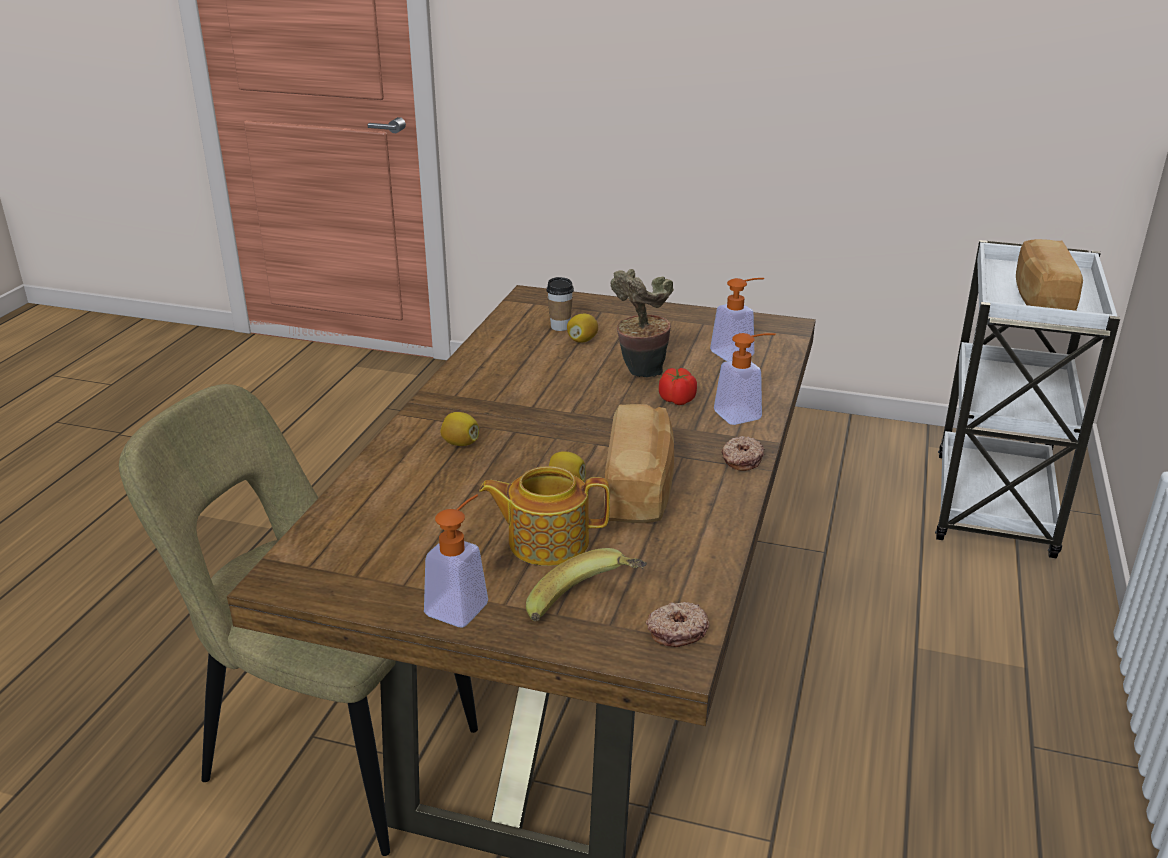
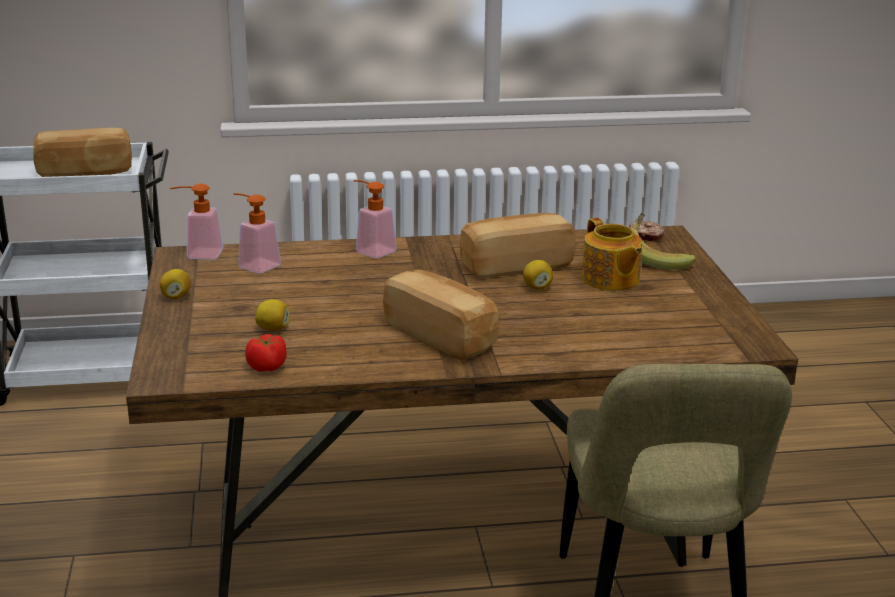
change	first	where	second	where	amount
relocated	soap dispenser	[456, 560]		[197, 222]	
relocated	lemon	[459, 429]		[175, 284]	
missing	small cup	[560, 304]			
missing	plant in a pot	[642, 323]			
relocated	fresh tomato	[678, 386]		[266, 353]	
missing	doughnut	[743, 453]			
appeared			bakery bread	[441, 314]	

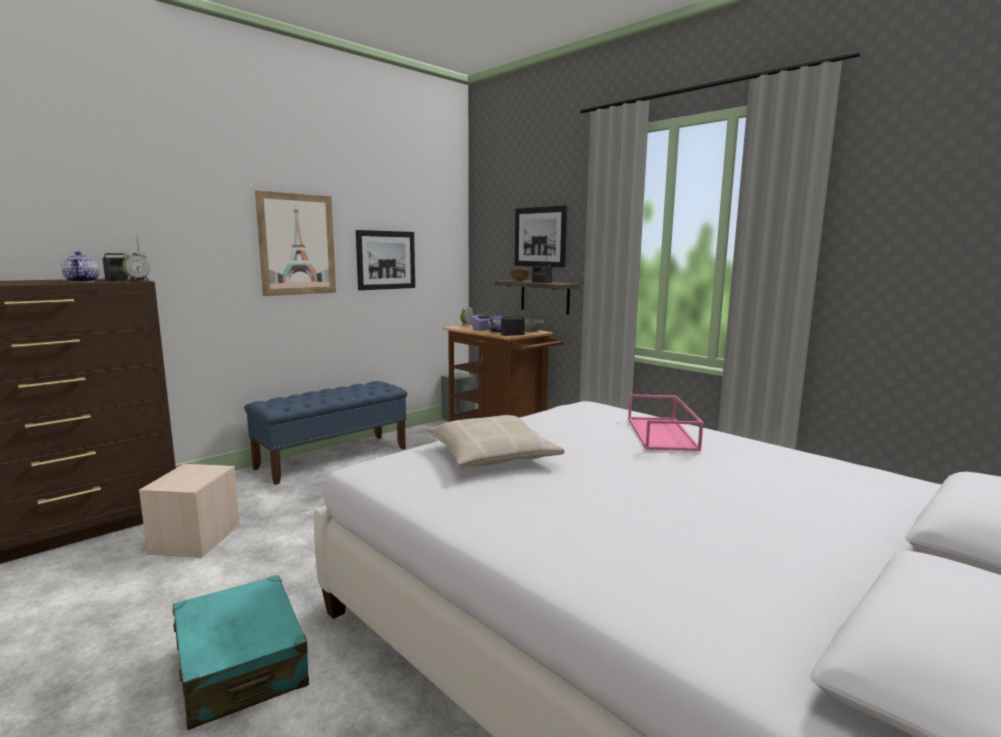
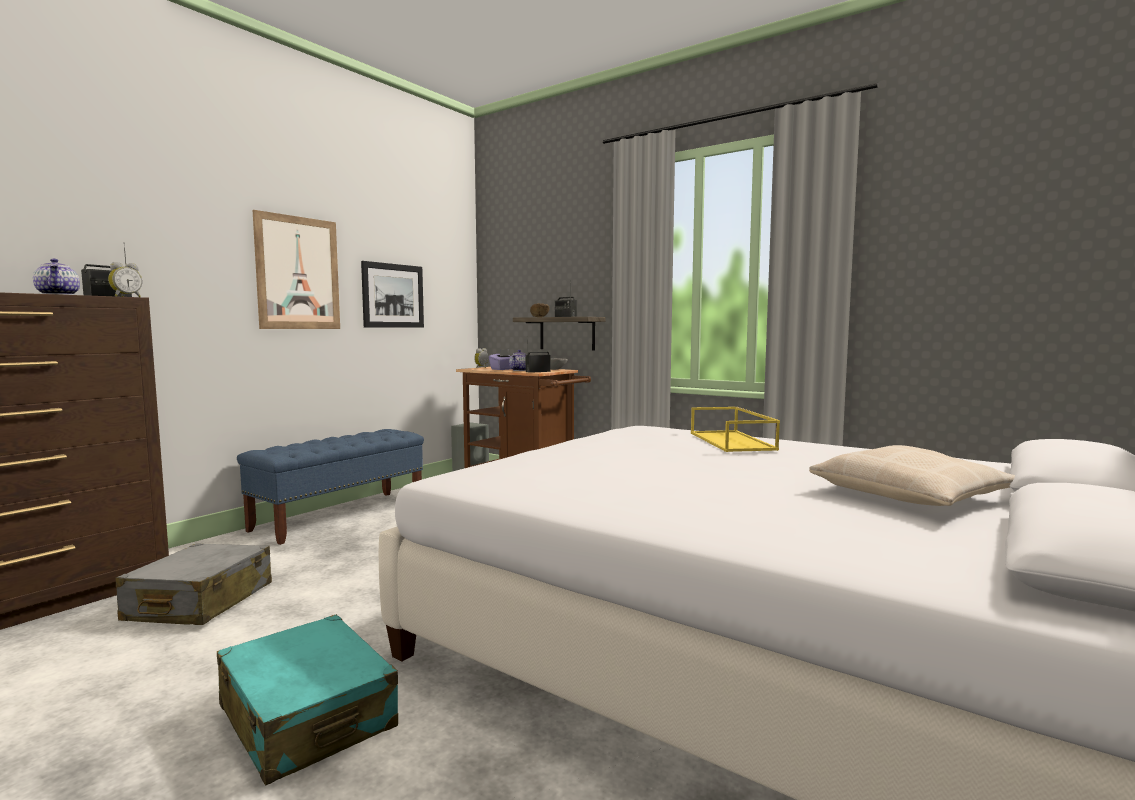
change	first	where	second	where	amount
exchanged	beige storage box	[189, 511]	grey piece of luggage	[193, 584]	
relocated	beige cushion	[496, 441]		[912, 475]	
missing	wall picture	[541, 236]			
colour	pinkish serving tray	[666, 422]	yellowish serving tray	[735, 429]	

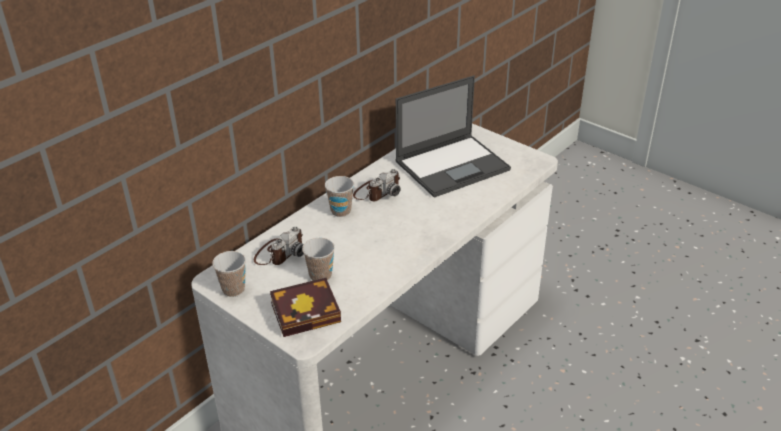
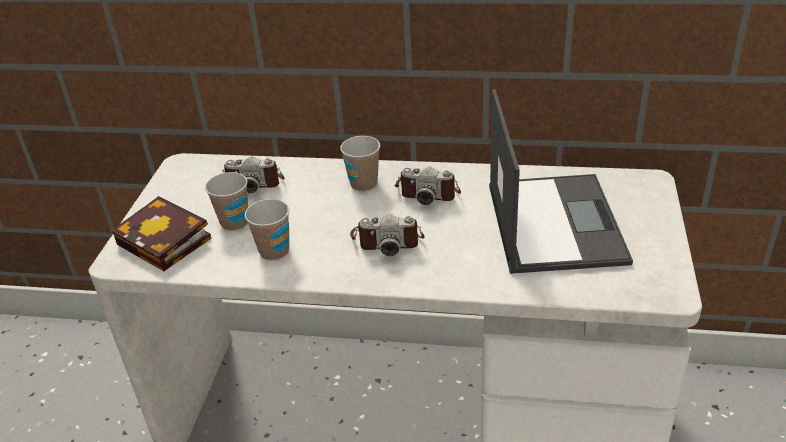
change	first	where	second	where	amount
relocated	small cup	[229, 274]		[267, 230]	
spun	laptop	[453, 137]		[561, 181]	120 degrees counterclockwise
appeared			photo camera	[387, 235]	

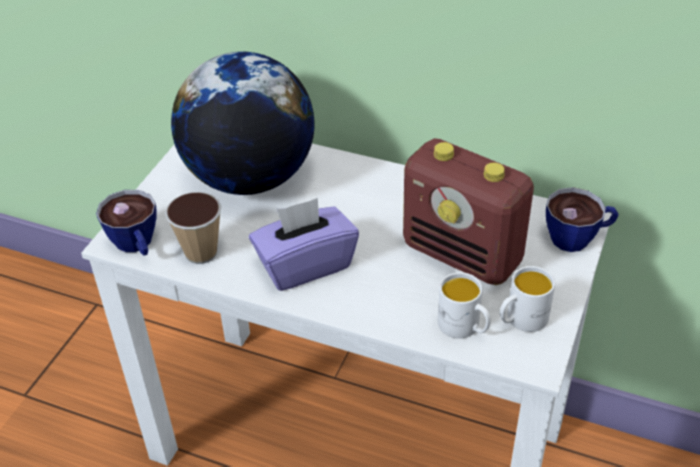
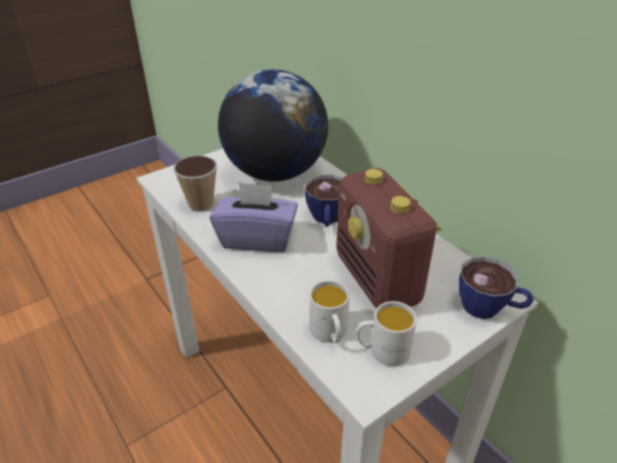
change	first	where	second	where	amount
relocated	small cup	[126, 223]		[323, 201]	

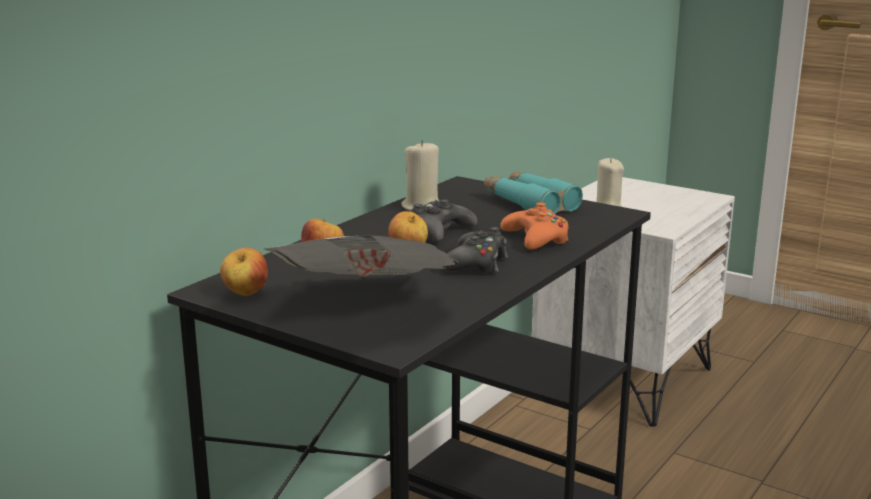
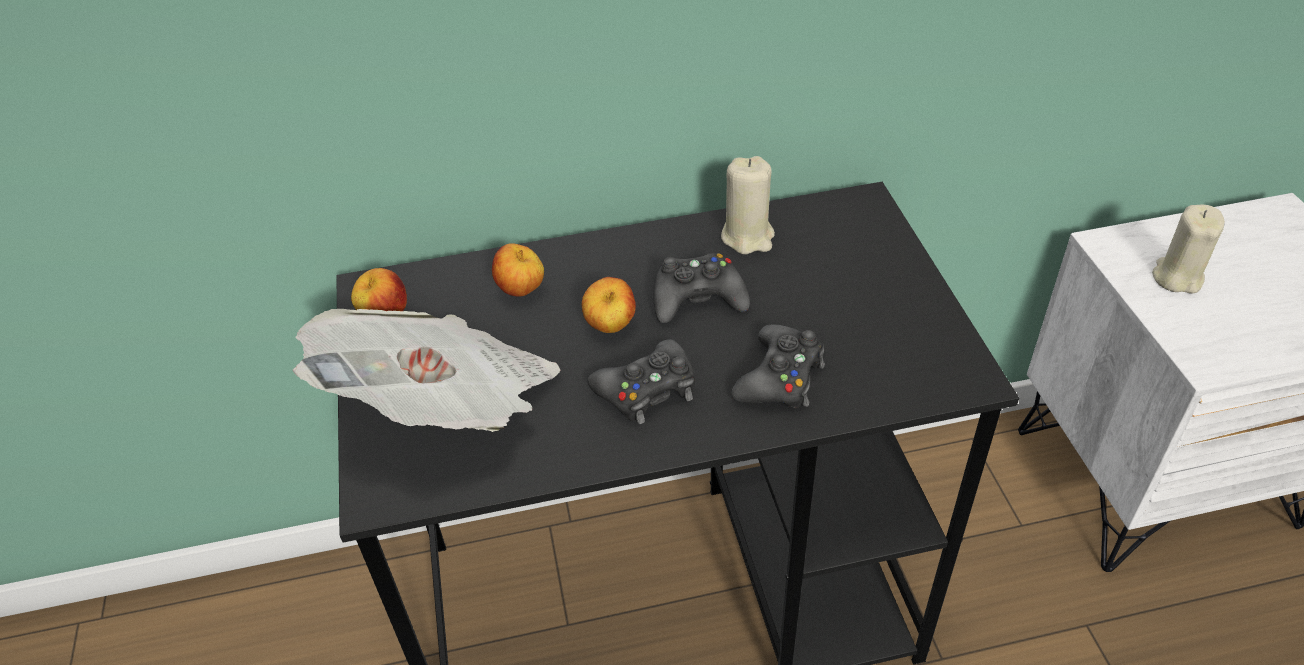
change	first	where	second	where	amount
missing	turquoise pair of binoculars	[533, 192]			
colour	orange joypad	[534, 226]	blackish joypad	[778, 366]	

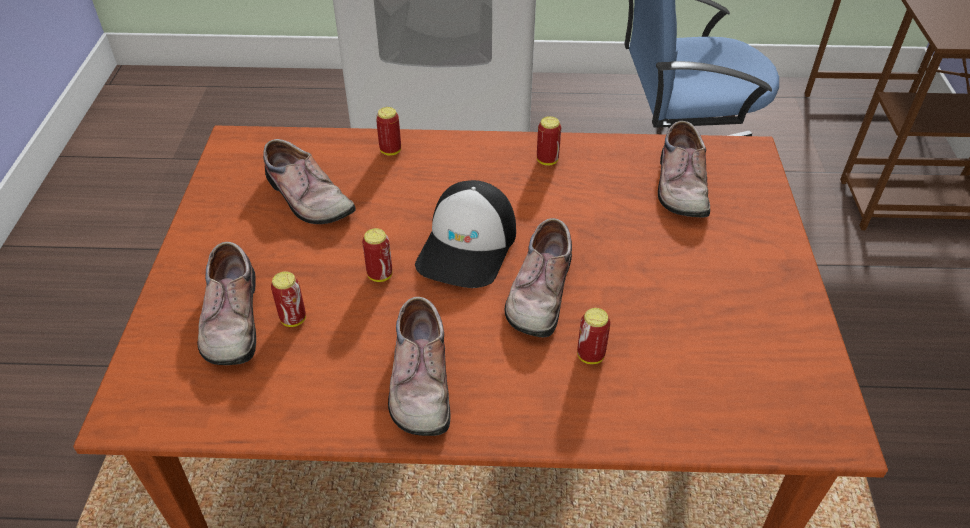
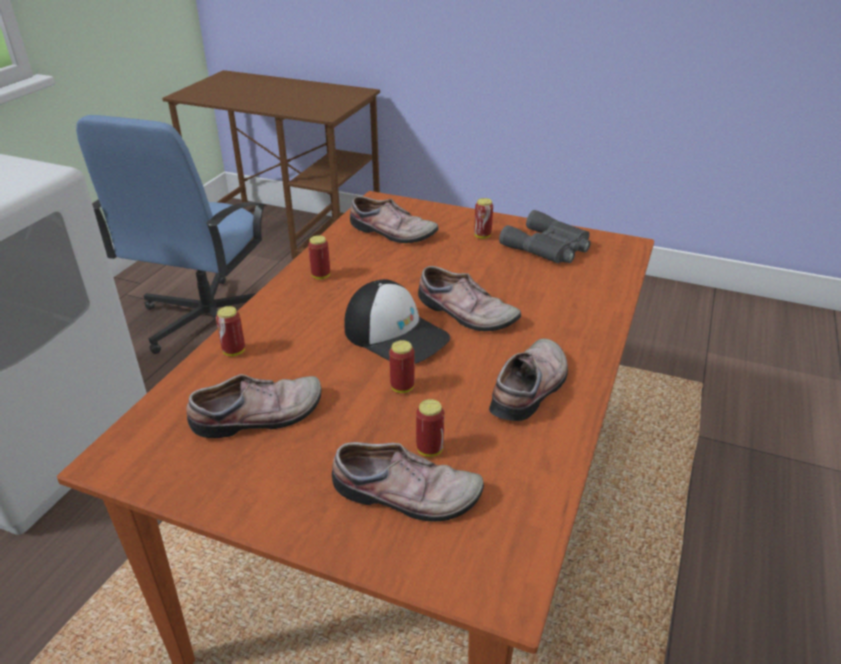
change	first	where	second	where	amount
spun	low shoe	[419, 366]		[528, 379]	75 degrees counterclockwise
relocated	metal can	[594, 336]		[483, 218]	
appeared			grey pair of binoculars	[545, 236]	

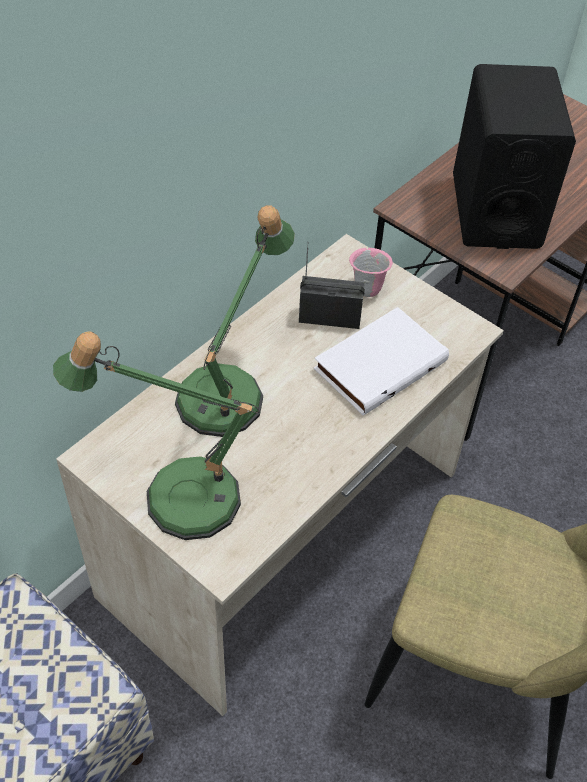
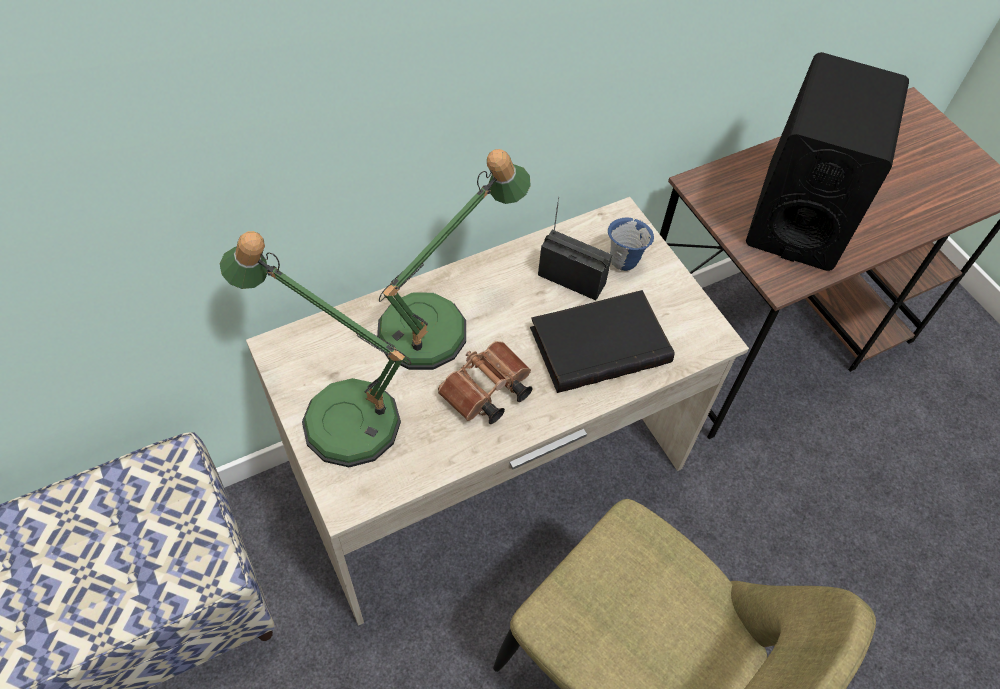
change	first	where	second	where	amount
colour	white-coloured book	[381, 361]	blackish book	[602, 341]	
colour	pinkish tea mug	[371, 272]	bluish tea mug	[631, 244]	
appeared			brown-coloured pair of binoculars	[485, 382]	

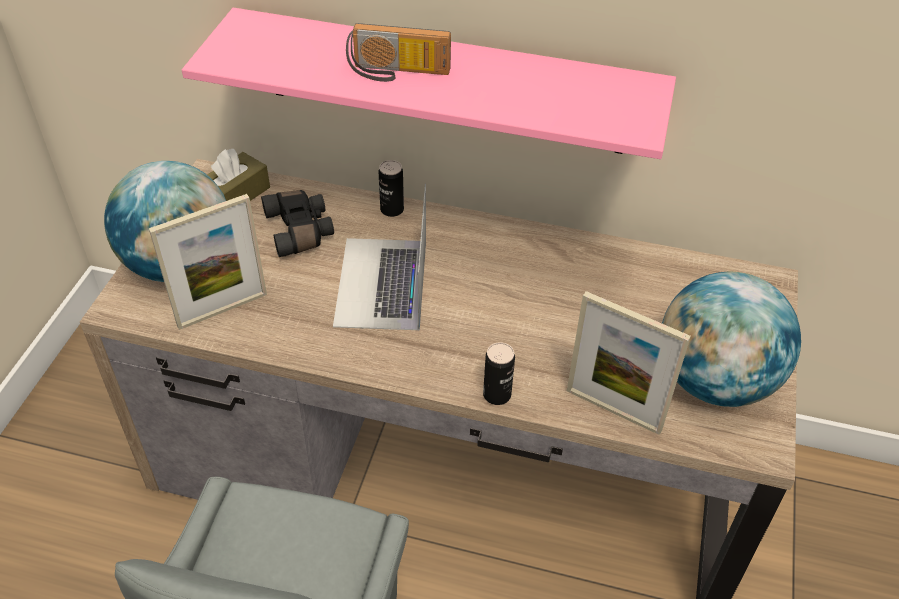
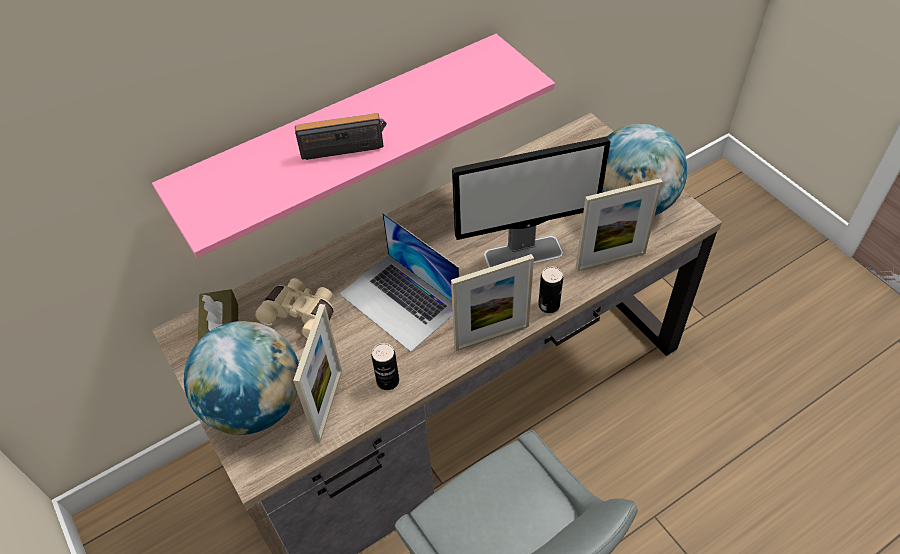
change	first	where	second	where	amount
colour	blackish pair of binoculars	[297, 223]	beige pair of binoculars	[294, 308]	
spun	radio set	[398, 52]		[341, 136]	150 degrees counterclockwise
relocated	metal can	[391, 188]		[385, 366]	
appeared			picture frame	[492, 302]	
appeared			monitor	[531, 202]	

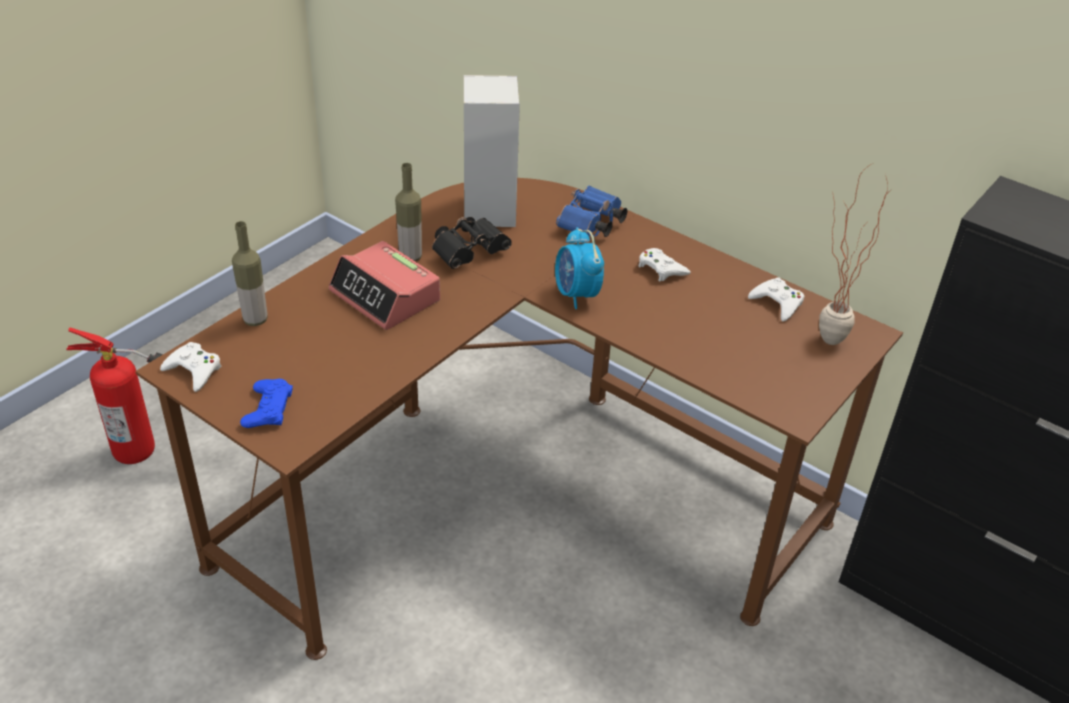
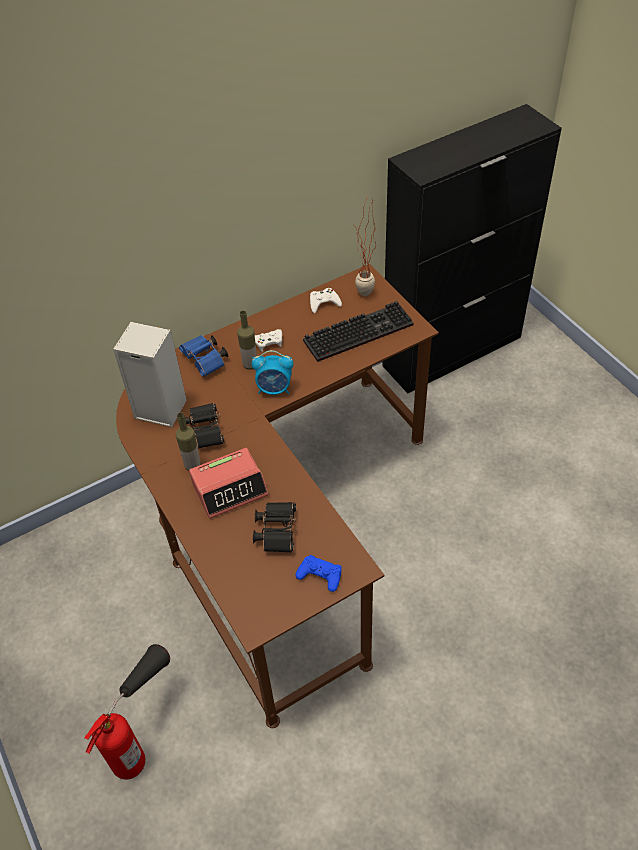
change	first	where	second	where	amount
missing	white-coloured joypad	[190, 367]			
relocated	drink bottle	[250, 273]		[247, 340]	
appeared			blackish pair of binoculars	[274, 527]	
appeared			PC keyboard	[358, 331]	

